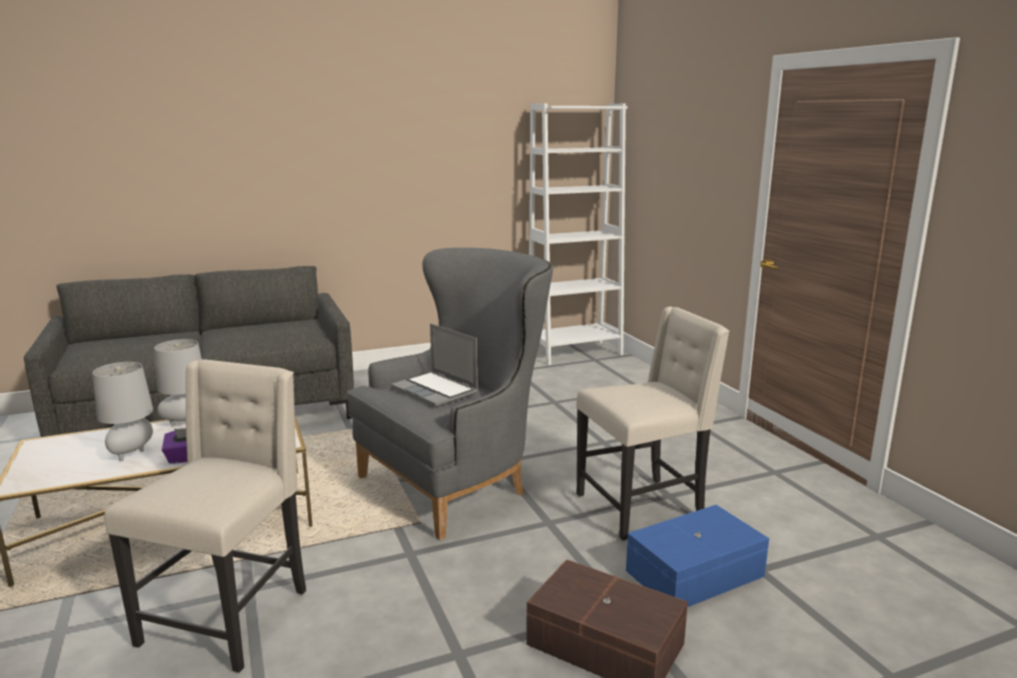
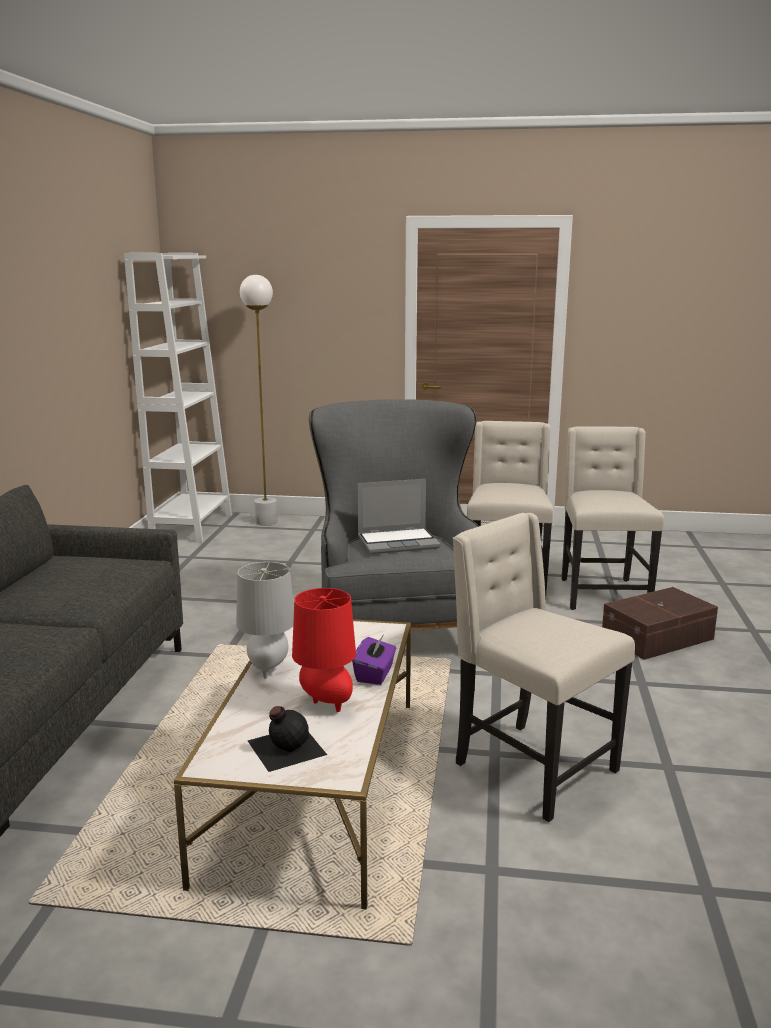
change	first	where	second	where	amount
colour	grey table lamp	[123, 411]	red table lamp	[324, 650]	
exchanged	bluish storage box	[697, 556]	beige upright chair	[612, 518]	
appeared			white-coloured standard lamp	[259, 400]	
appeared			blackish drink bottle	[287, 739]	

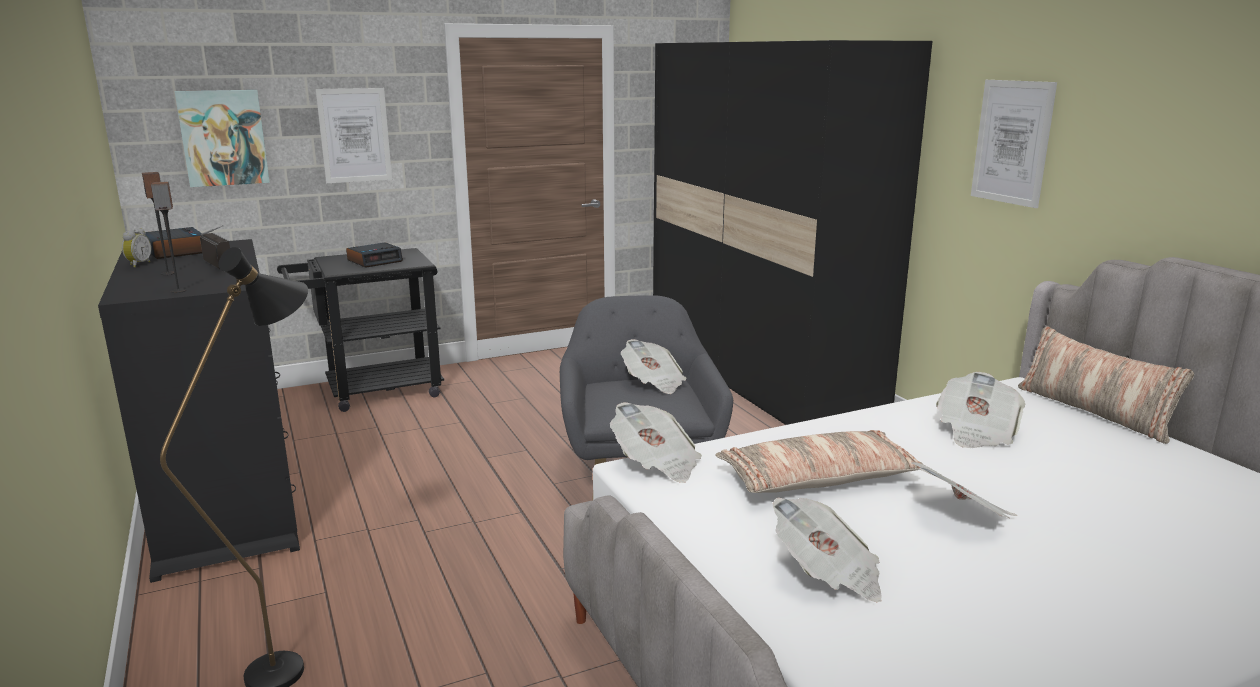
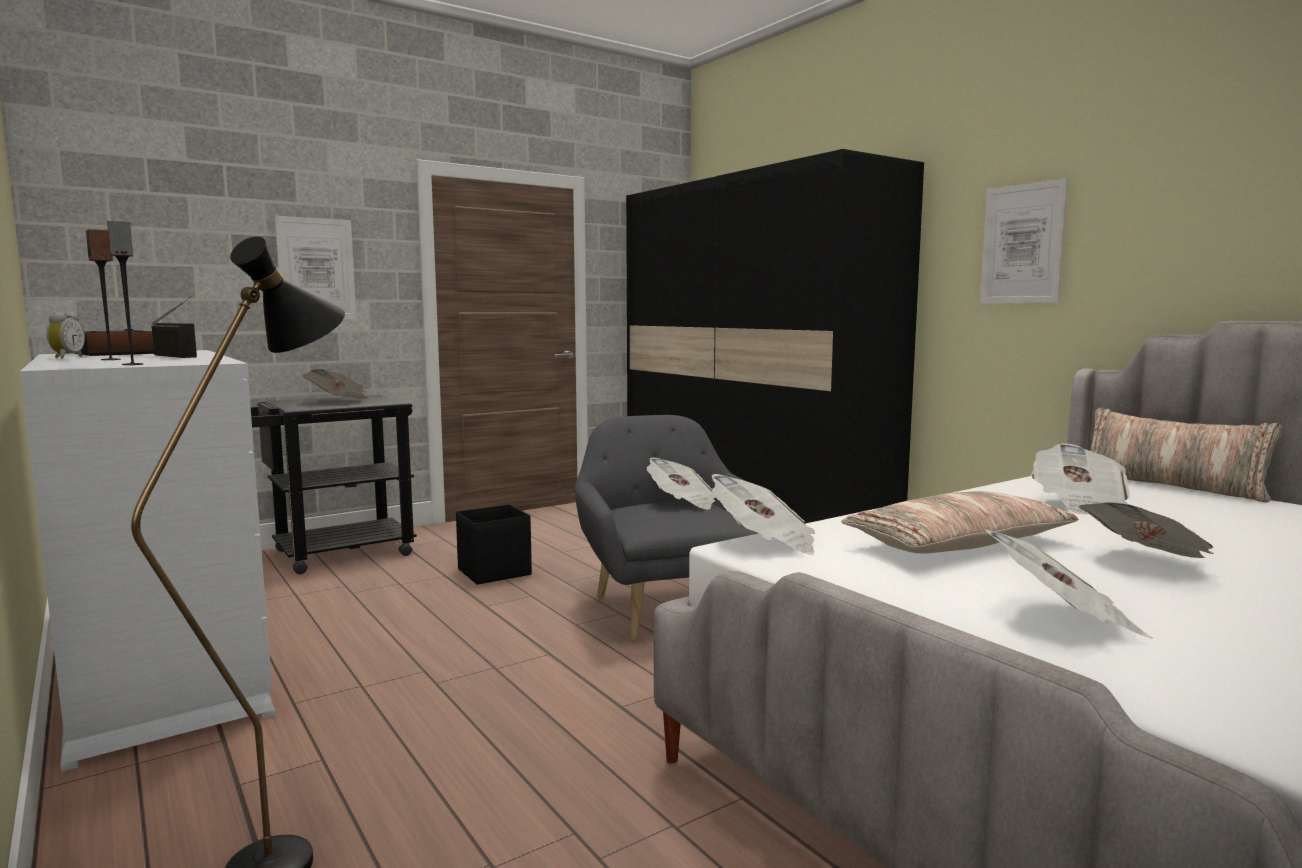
change	first	where	second	where	amount
colour	blackish drawer chest	[199, 411]	white-coloured drawer chest	[147, 561]	
missing	wall picture	[222, 138]			
exchanged	alarm clock	[374, 255]	newspaper	[335, 384]	
appeared			blackish storage box	[494, 544]	

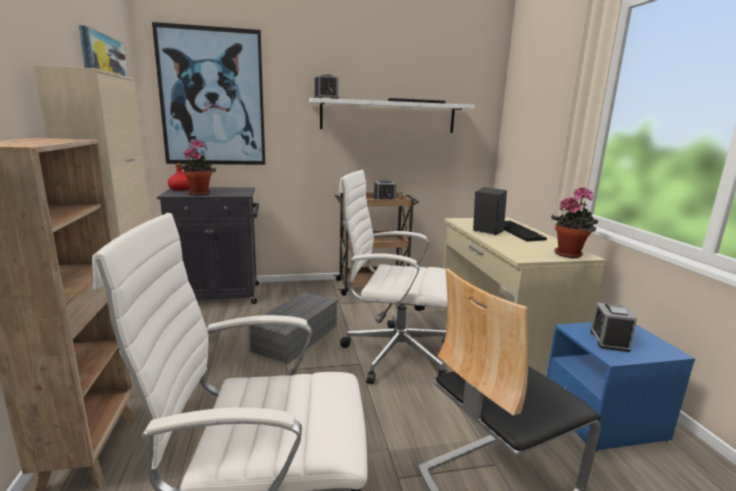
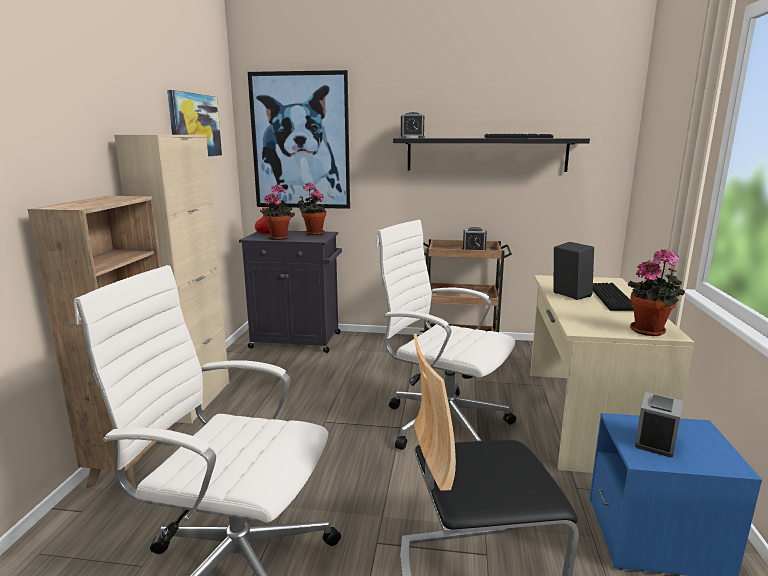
change	first	where	second	where	amount
missing	grey storage box	[293, 328]			
colour	white-coloured bracket shelf	[392, 115]	blackish bracket shelf	[491, 155]	
appeared			plant in a pot	[311, 208]	

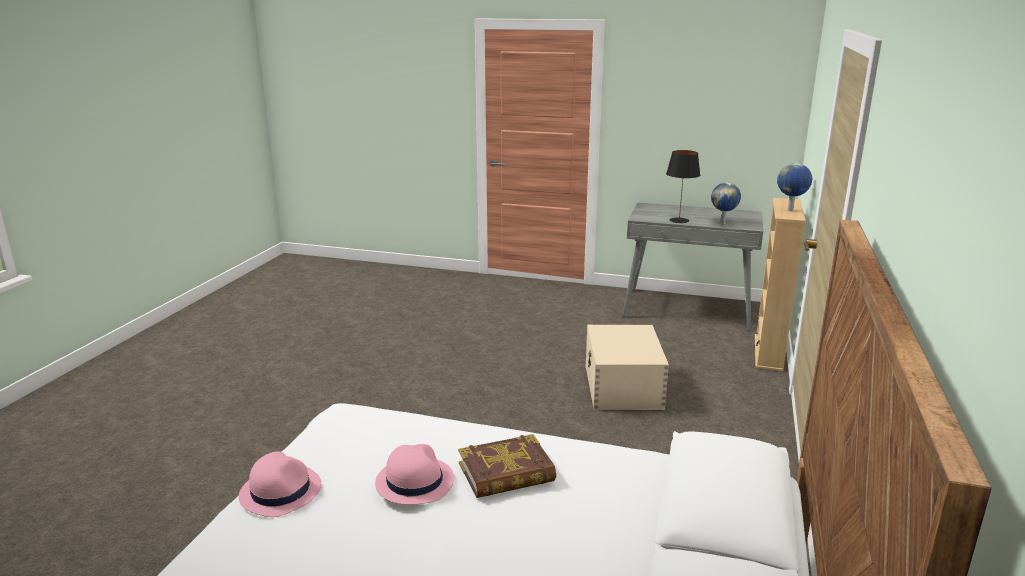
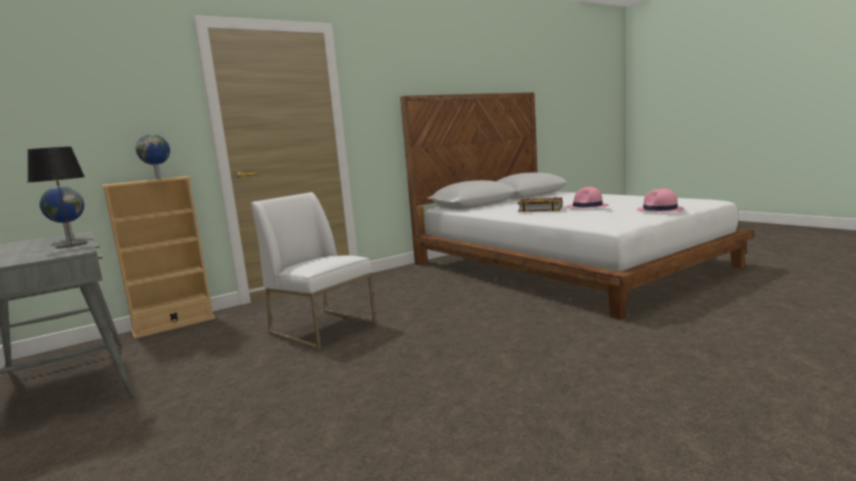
change	first	where	second	where	amount
exchanged	beige storage box	[627, 367]	white-coloured upright chair	[313, 271]	

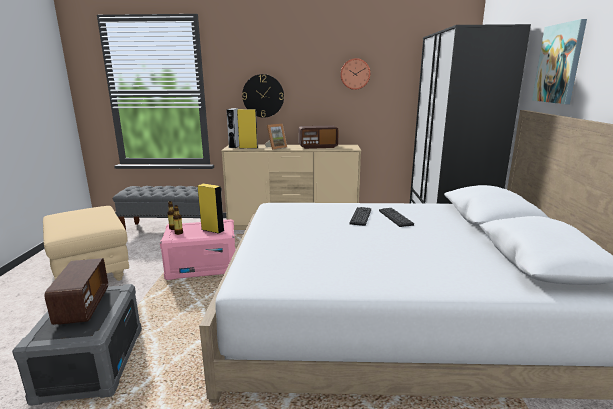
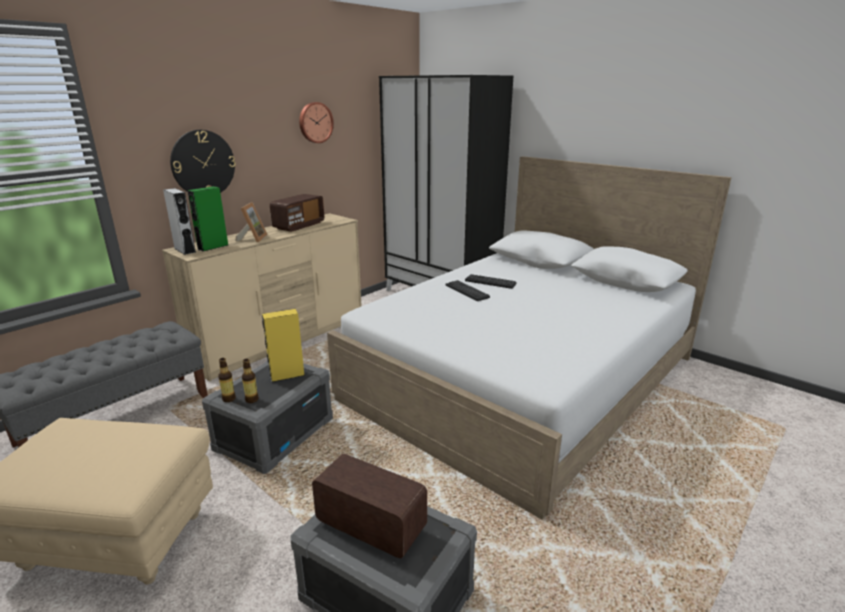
change	first	where	second	where	amount
colour	pinkish storage box	[198, 249]	grey storage box	[267, 417]	
colour	yellowish speaker	[247, 128]	green speaker	[207, 219]	
missing	wall picture	[559, 61]			

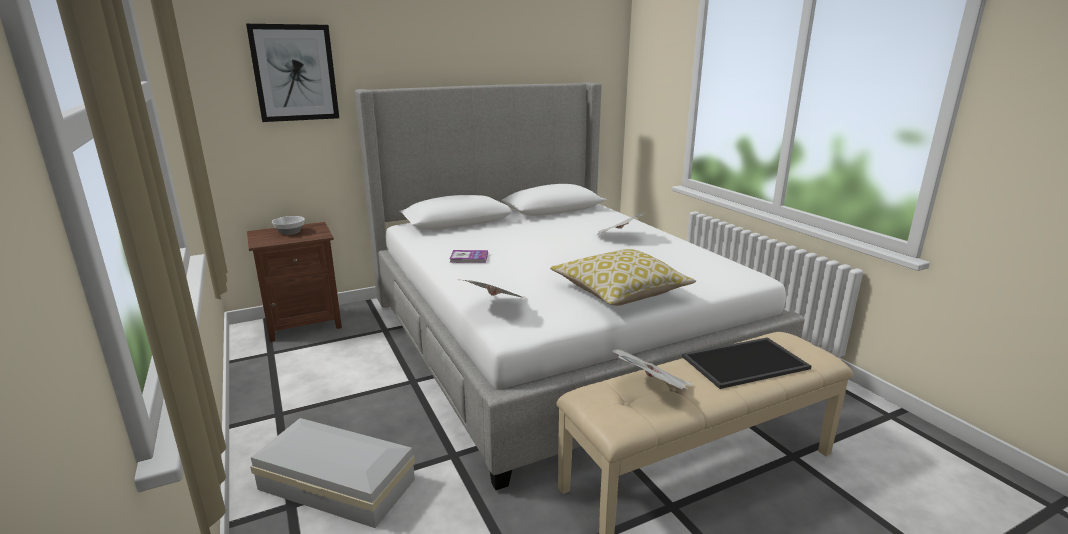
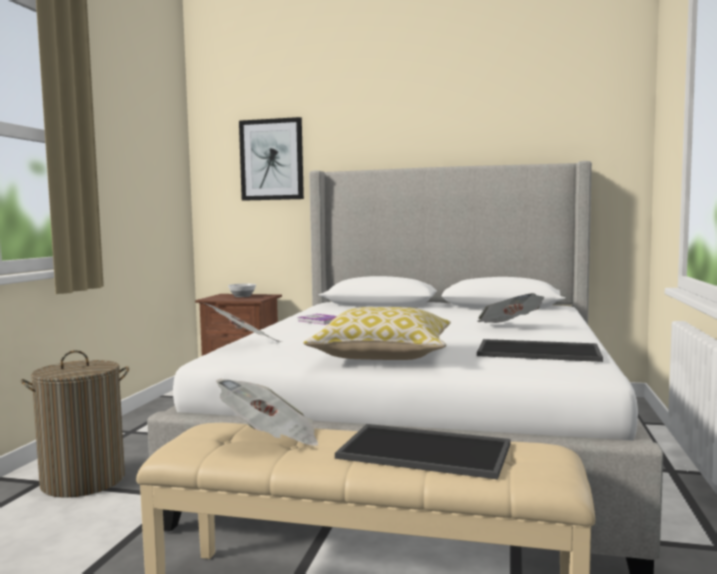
change	first	where	second	where	amount
exchanged	white-coloured storage box	[332, 473]	hamper	[74, 424]	
appeared			serving tray	[540, 350]	

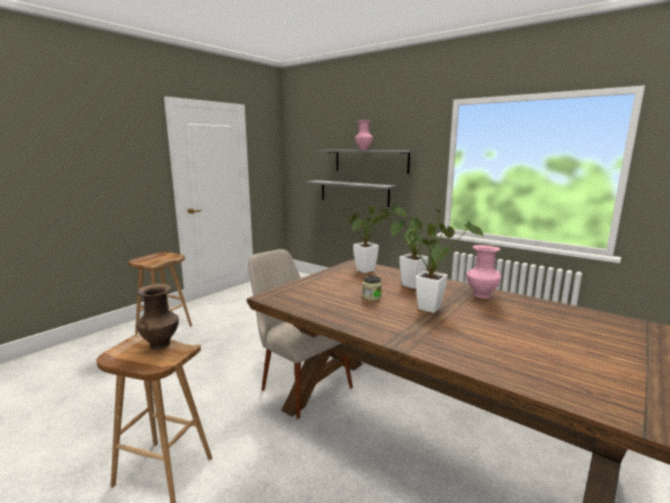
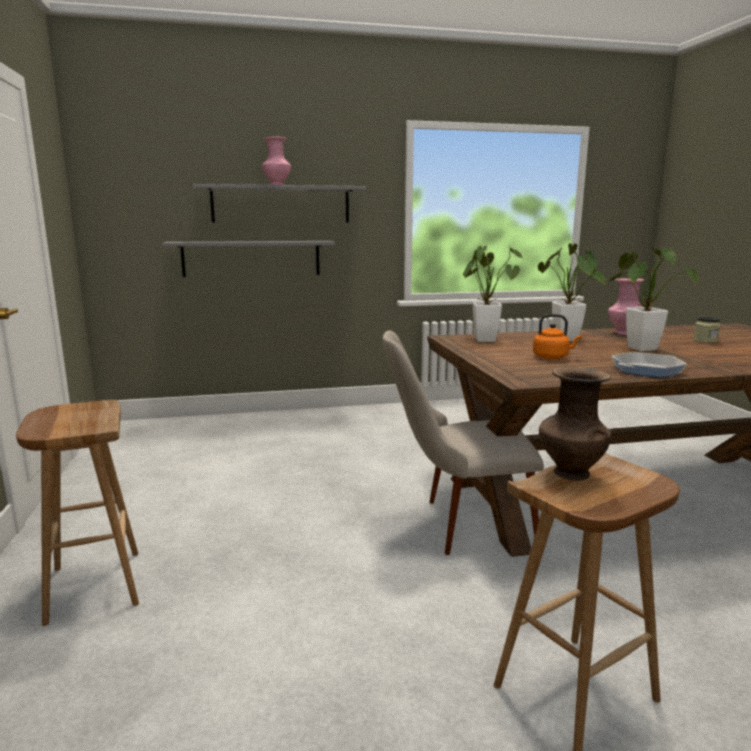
change	first	where	second	where	amount
relocated	preserve jar	[372, 288]		[706, 330]	
appeared			orange water kettle	[557, 336]	
appeared			pan	[649, 365]	

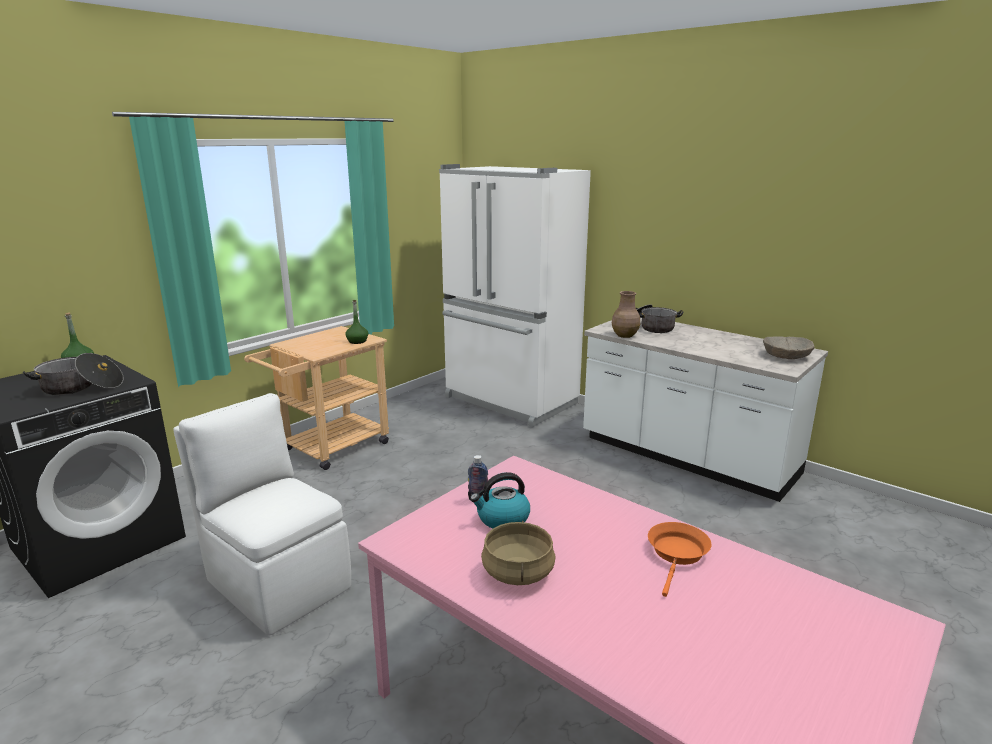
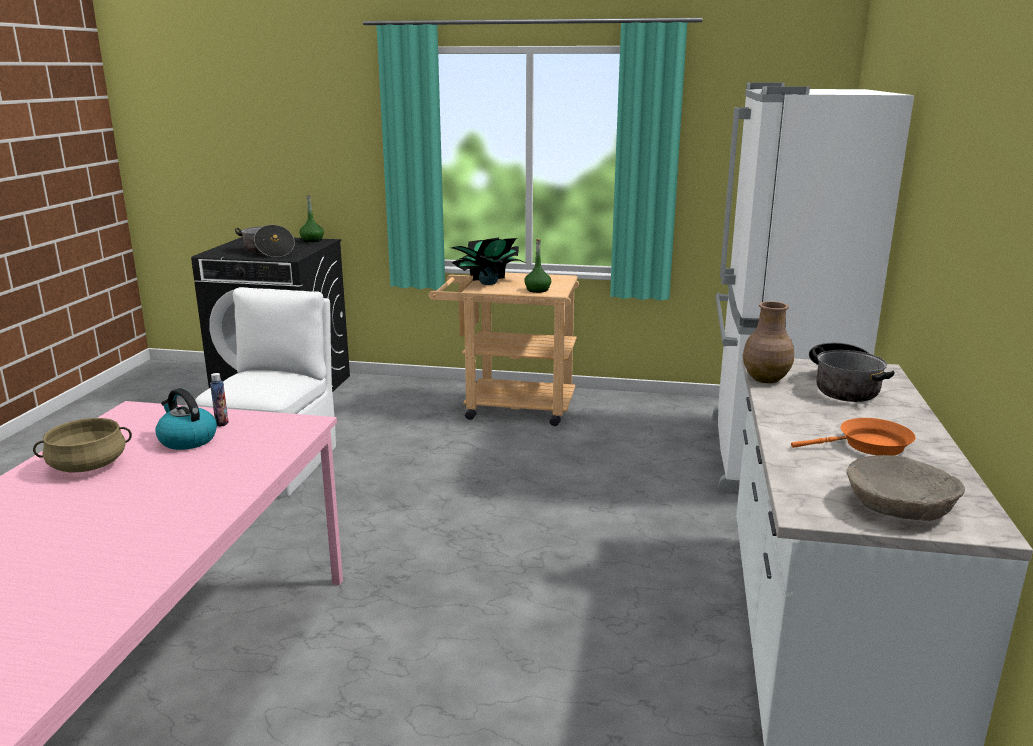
change	first	where	second	where	amount
relocated	orange pan	[679, 559]		[853, 437]	
appeared			plant in a pot	[488, 261]	

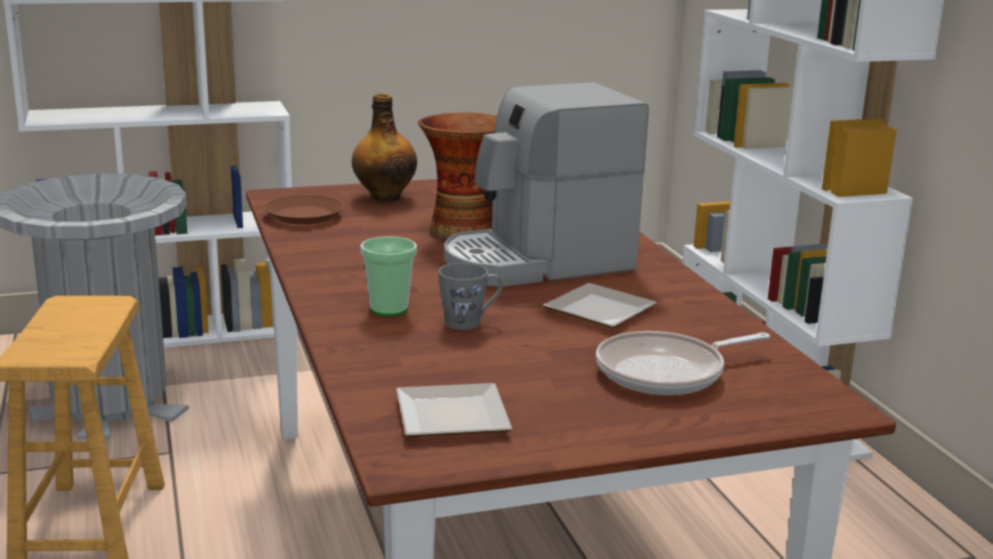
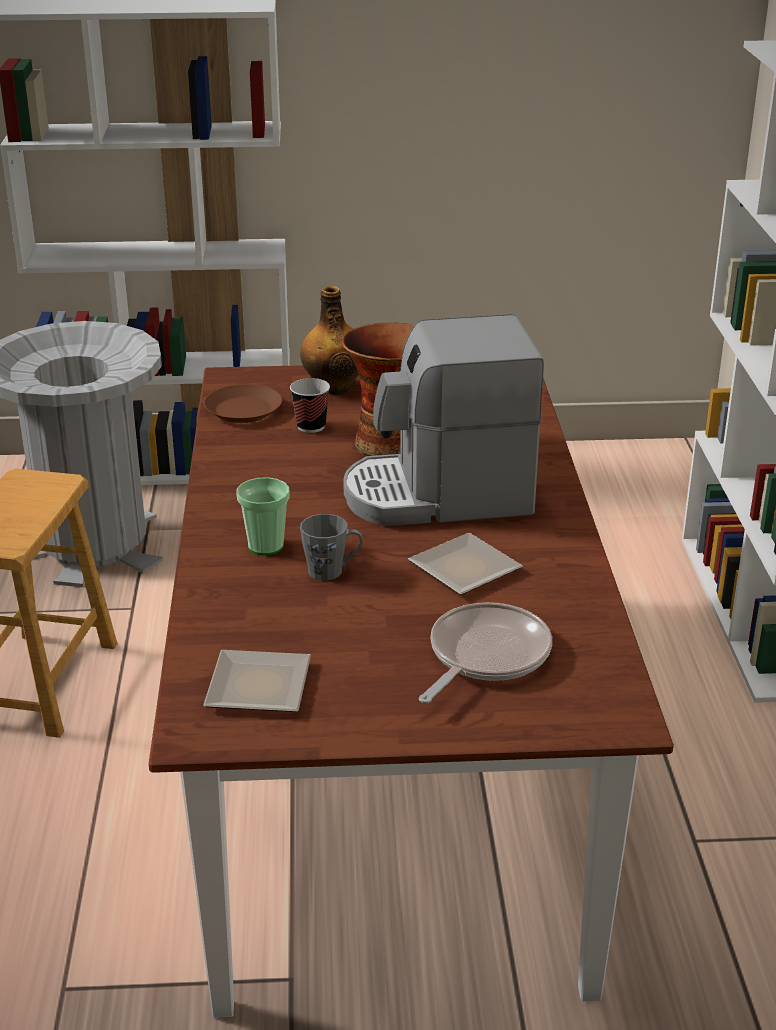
change	first	where	second	where	amount
spun	pan	[683, 363]		[485, 652]	135 degrees clockwise
appeared			small cup	[310, 405]	

